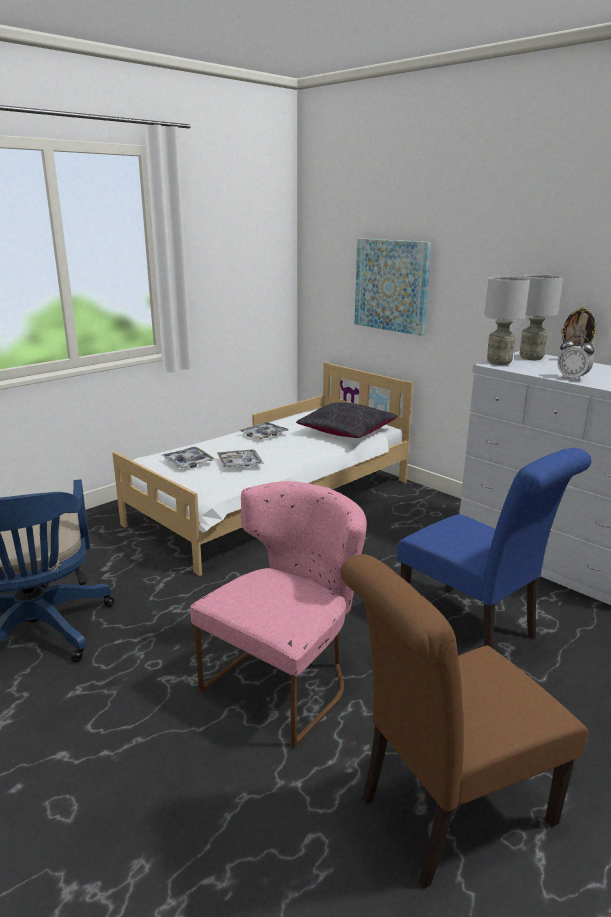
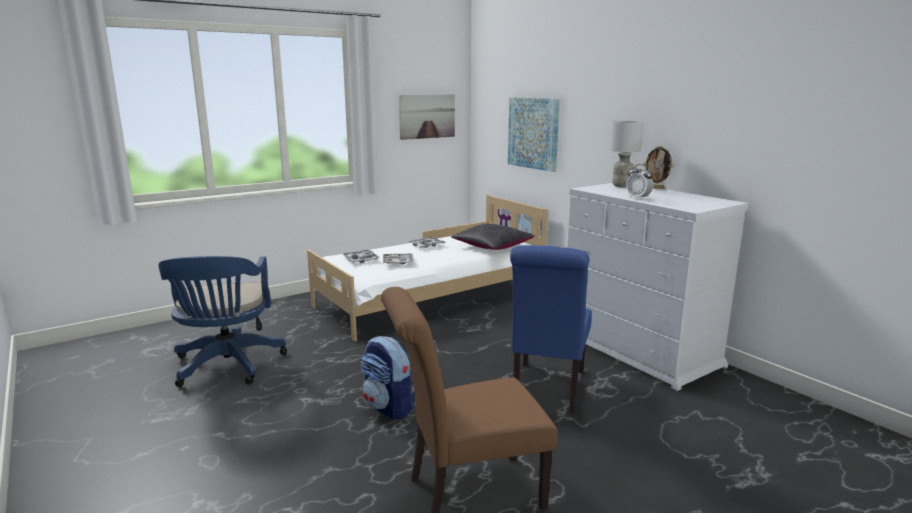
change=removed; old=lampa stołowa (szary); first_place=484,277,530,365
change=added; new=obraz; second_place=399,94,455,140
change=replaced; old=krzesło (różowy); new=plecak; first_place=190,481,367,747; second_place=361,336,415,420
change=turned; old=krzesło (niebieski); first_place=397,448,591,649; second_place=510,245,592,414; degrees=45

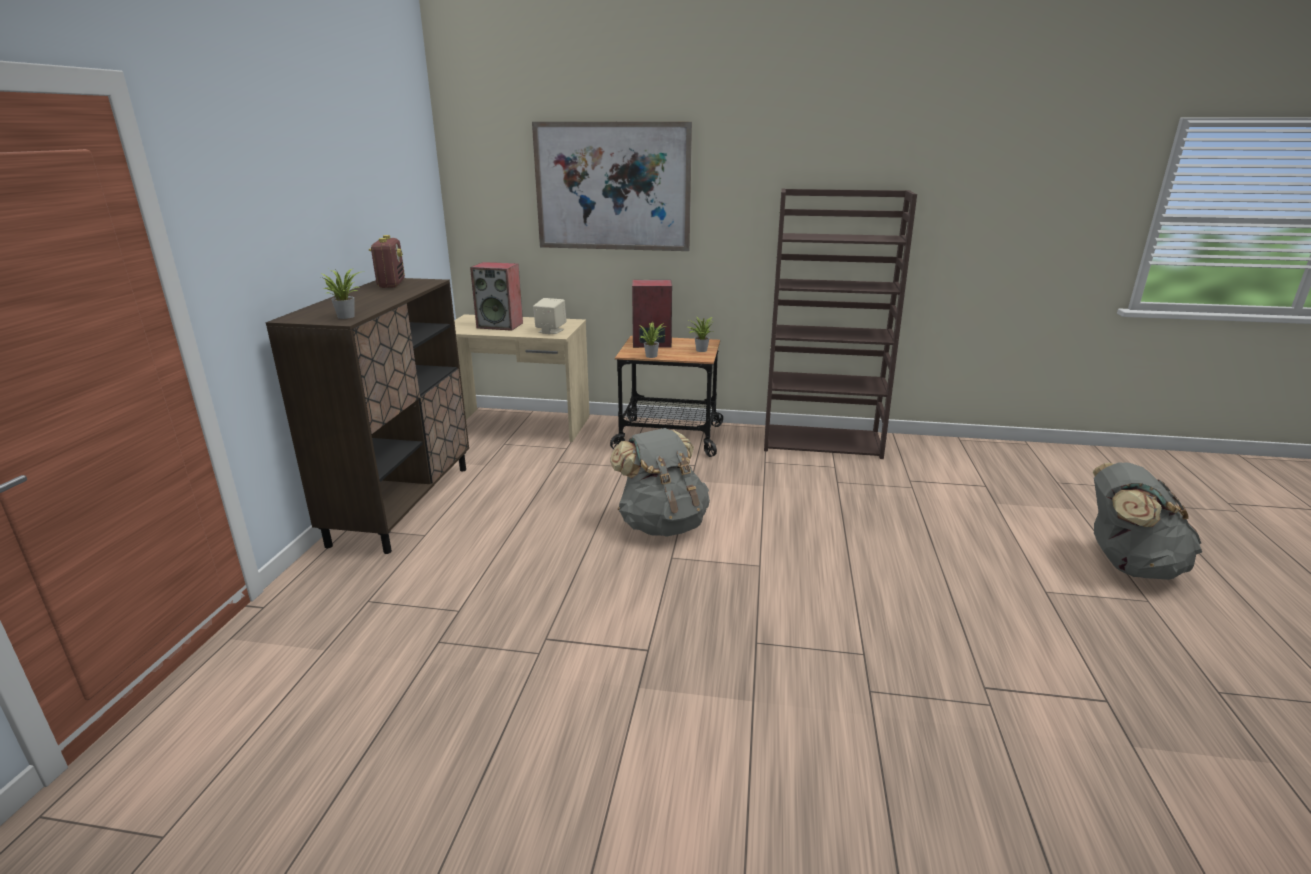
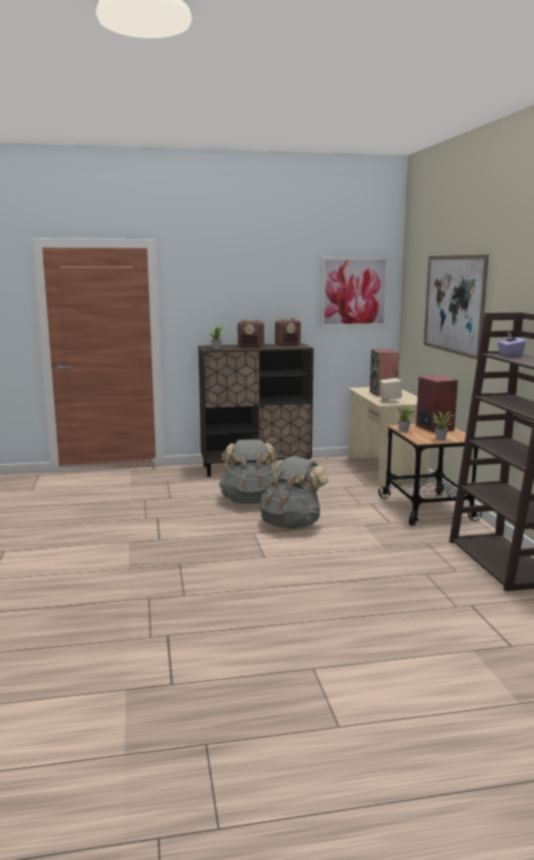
change=added; new=radio; second_place=238,319,264,348
change=added; new=obraz; second_place=320,257,389,327
change=added; new=pudełko chusteczek (fioletowy); second_place=497,332,526,357
change=moved; old=plecak (szary); first_place=1093,462,1202,580; second_place=219,439,278,504

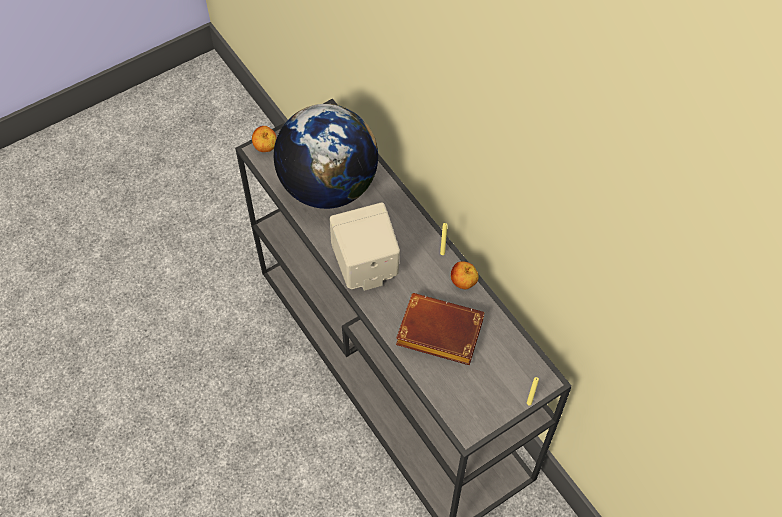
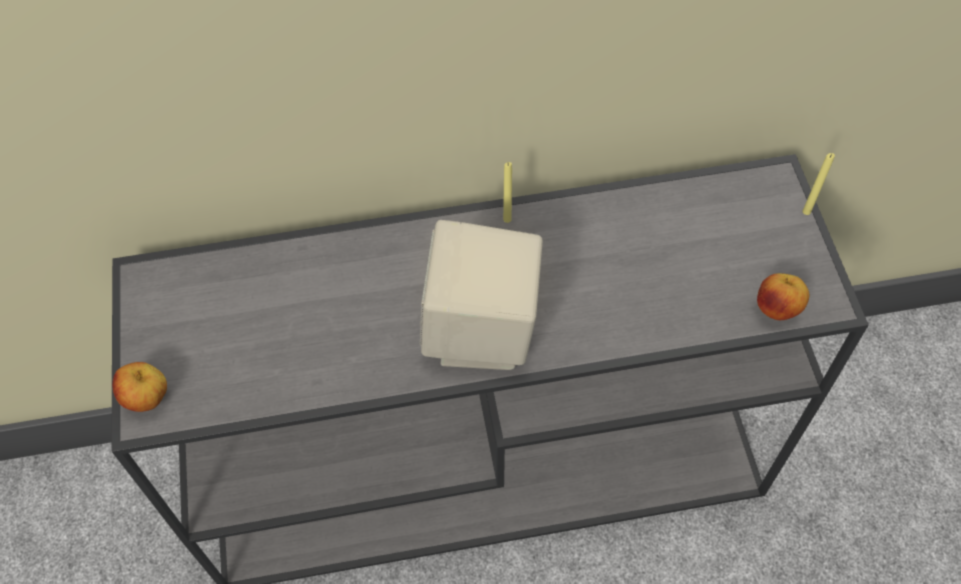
change=removed; old=globus; first_place=274,104,378,209
change=removed; old=książka (brązowy); first_place=396,293,485,365
change=moved; old=jabłko; first_place=451,261,479,289; second_place=757,273,809,320

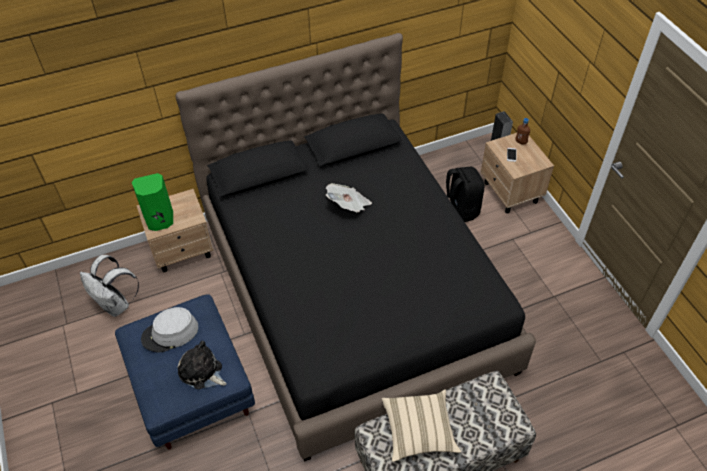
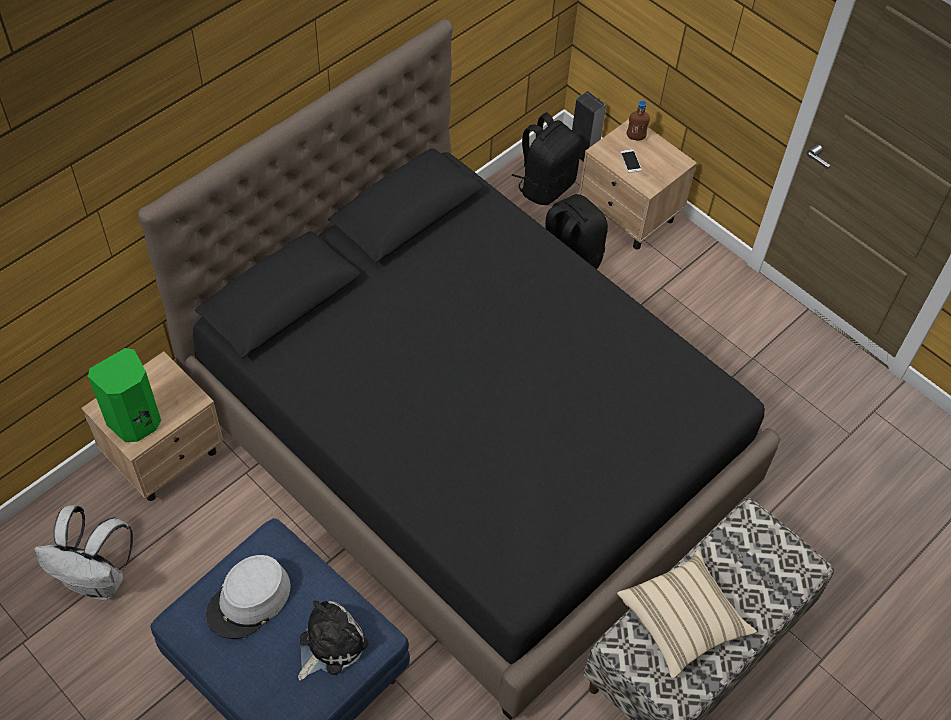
change=removed; old=gazeta; first_place=326,183,372,213
change=added; new=plecak (czarny); second_place=512,113,581,205
change=turned; old=pluszak; first_place=178,341,227,389; second_place=298,601,369,681; degrees=120

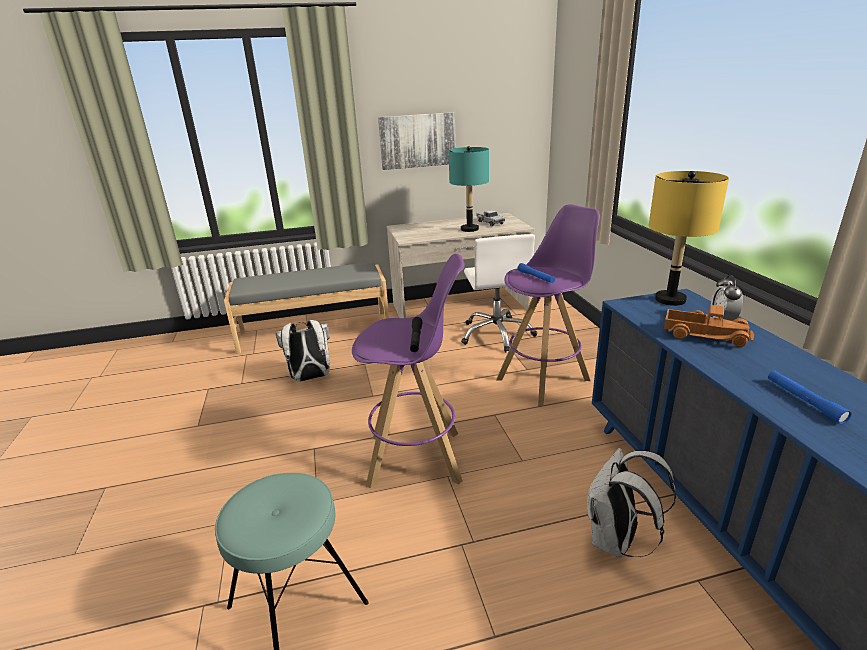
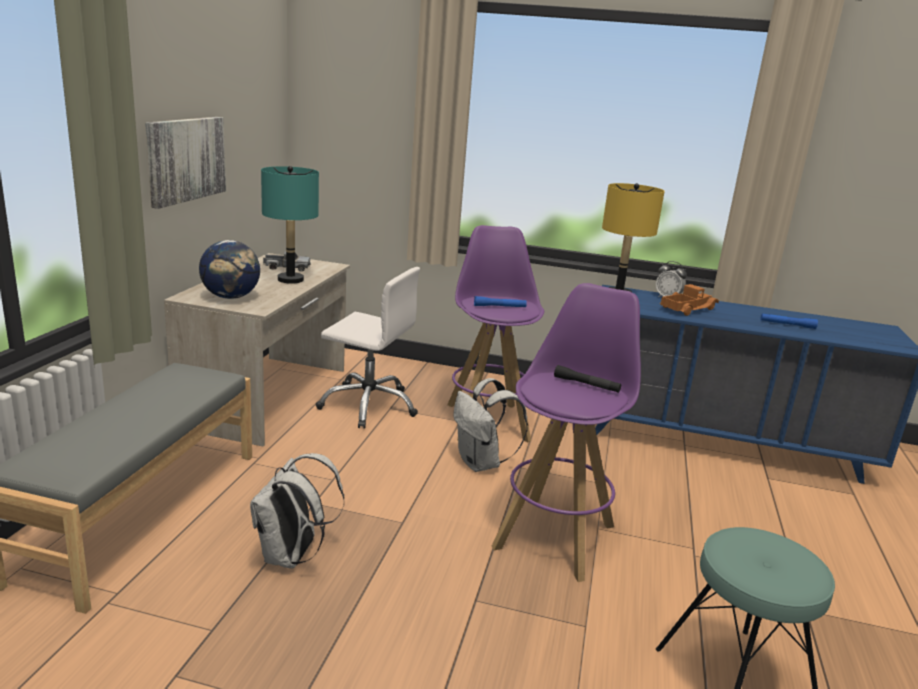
change=added; new=globus; second_place=199,240,260,299
change=moved; old=plecak (biały); first_place=587,448,676,558; second_place=453,378,528,472

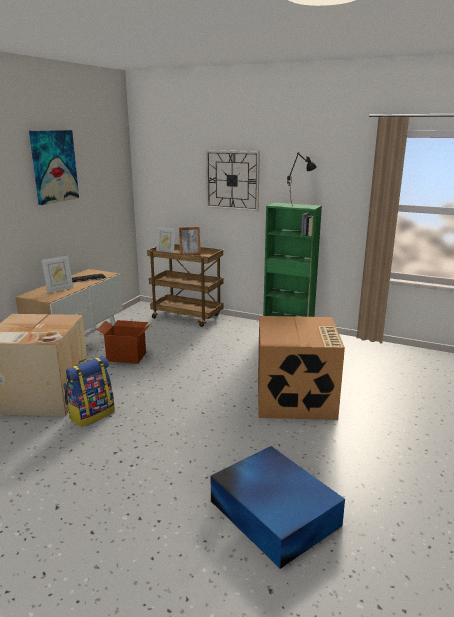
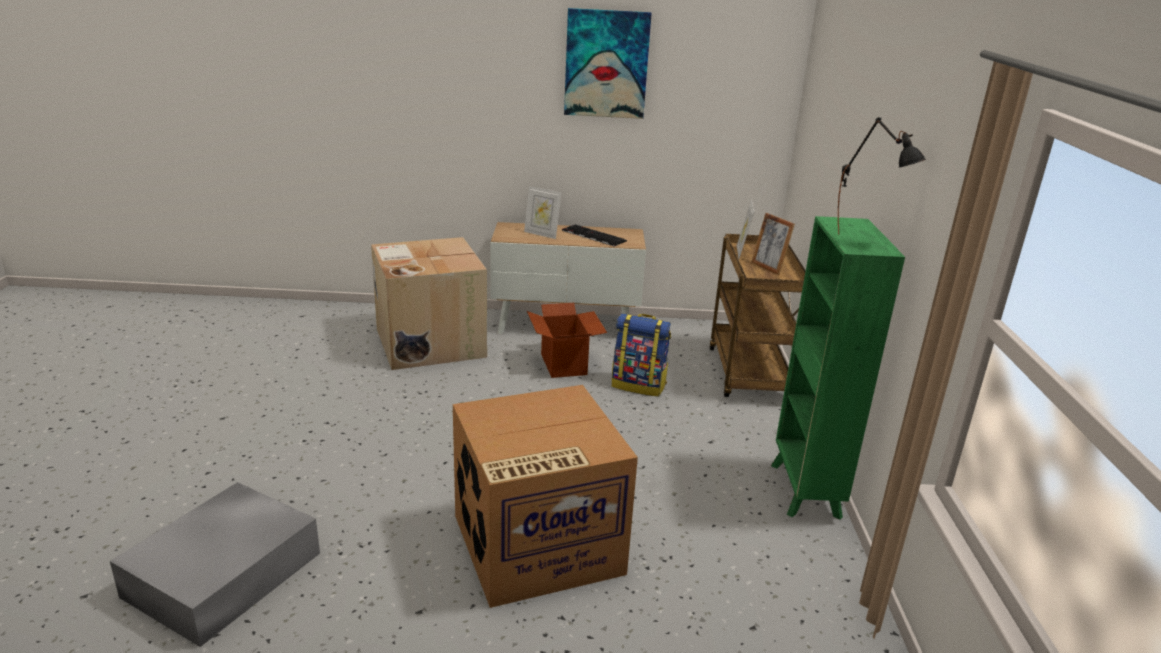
change=removed; old=zegar ścienny; first_place=206,150,260,212
change=moved; old=plecak; first_place=65,356,115,427; second_place=612,314,671,397
change=recoloured; old=pojemnik do przechowywania (niebieski); new=pojemnik do przechowywania (szary); first_place=211,446,345,569; second_place=110,482,320,647

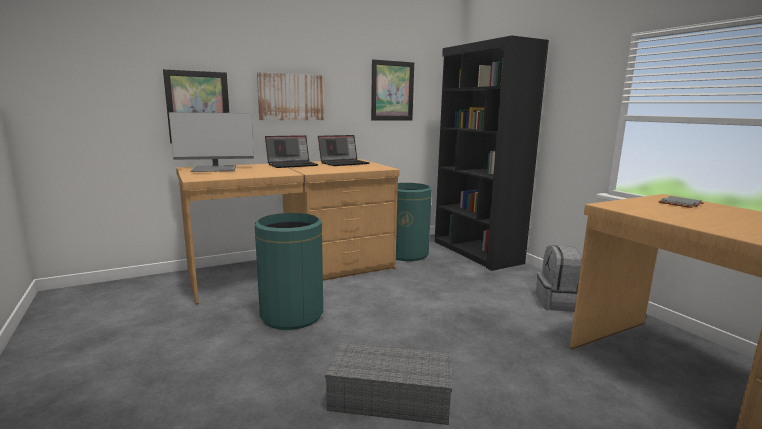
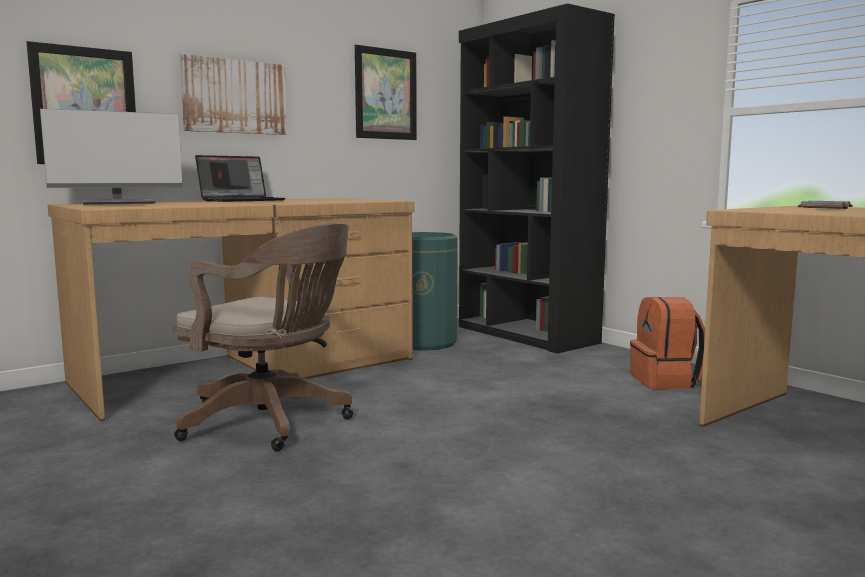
change=removed; old=laptop; first_place=318,135,369,166
change=removed; old=pojemnik do przechowywania (szary); first_place=325,342,452,425
change=replaced; old=kosz na śmieci (zielony); new=krzesło biurowe (brązowy); first_place=255,213,323,330; second_place=173,223,353,451
change=recoloured; old=plecak (szary); new=plecak (pomarańczowy); first_place=536,245,582,312; second_place=630,297,705,389

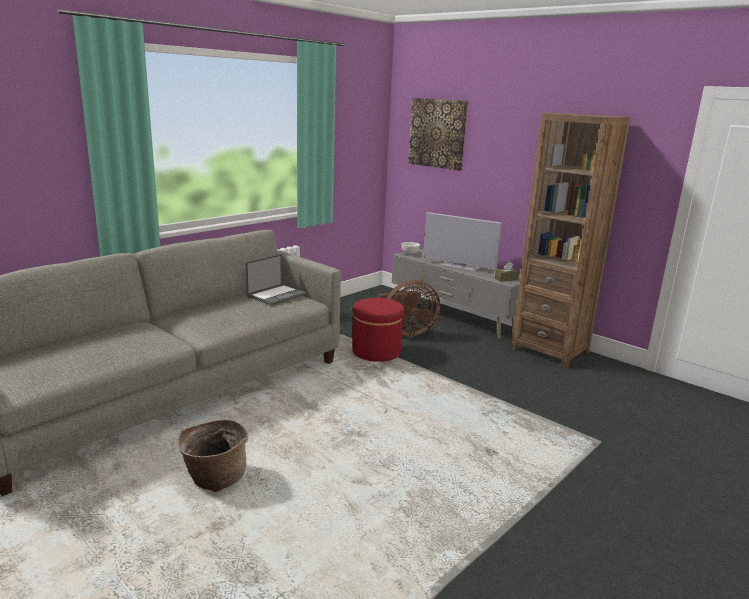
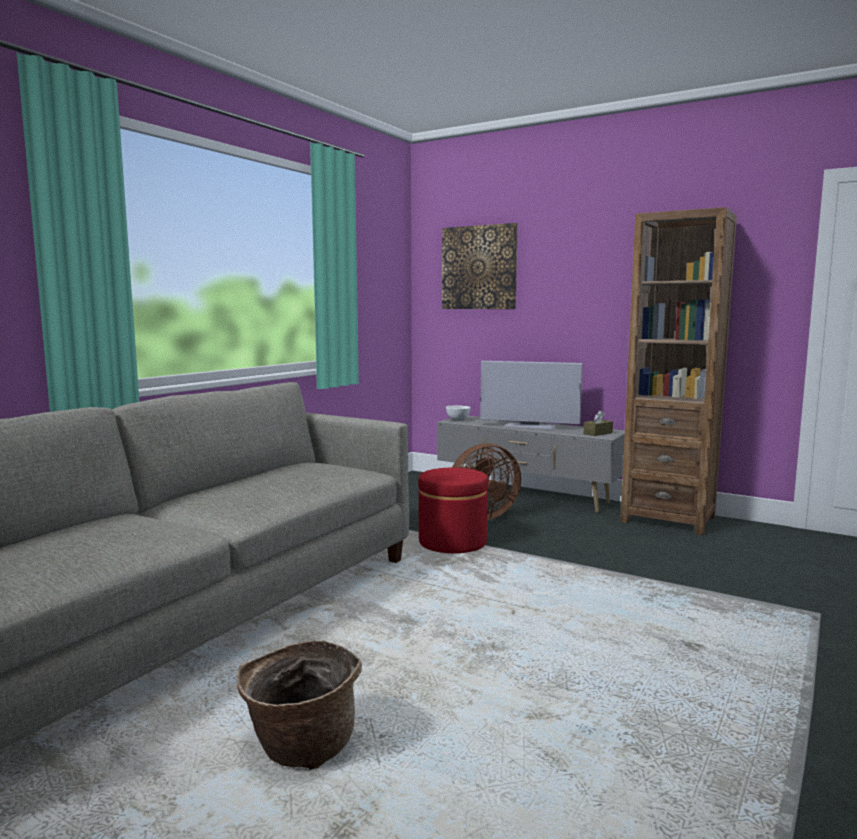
change=removed; old=laptop; first_place=246,254,307,306

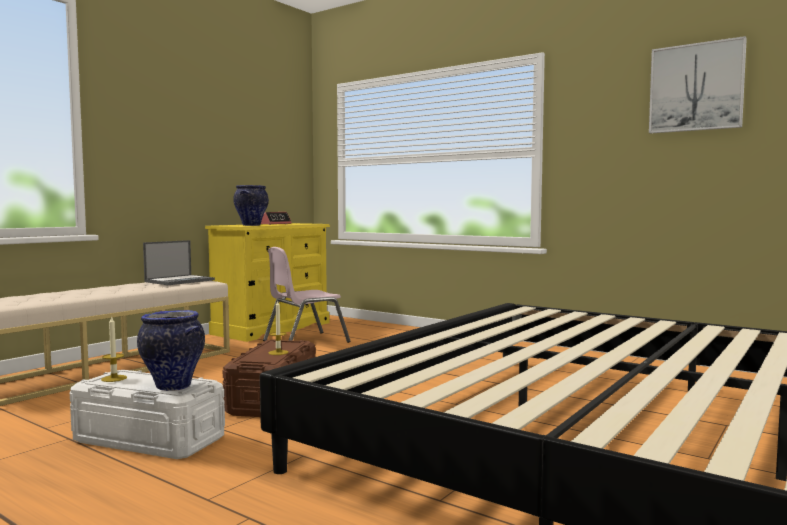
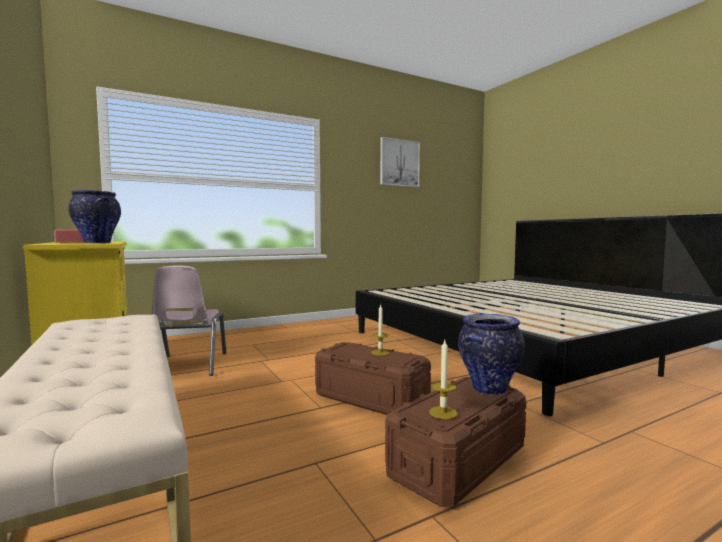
change=removed; old=laptop; first_place=143,240,215,285
change=recoloured; old=pojemnik do przechowywania (biały); new=pojemnik do przechowywania (brązowy); first_place=70,370,225,459; second_place=385,377,526,507

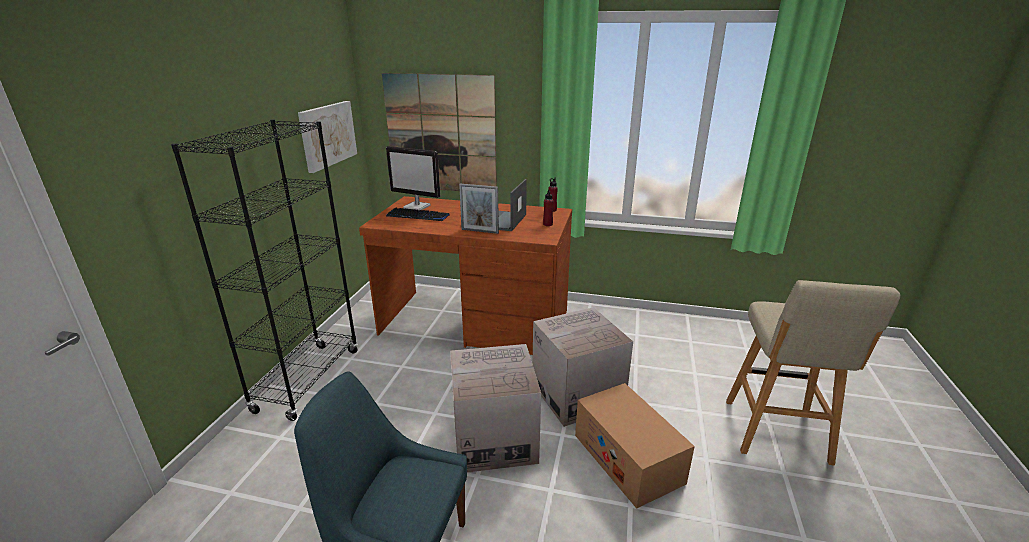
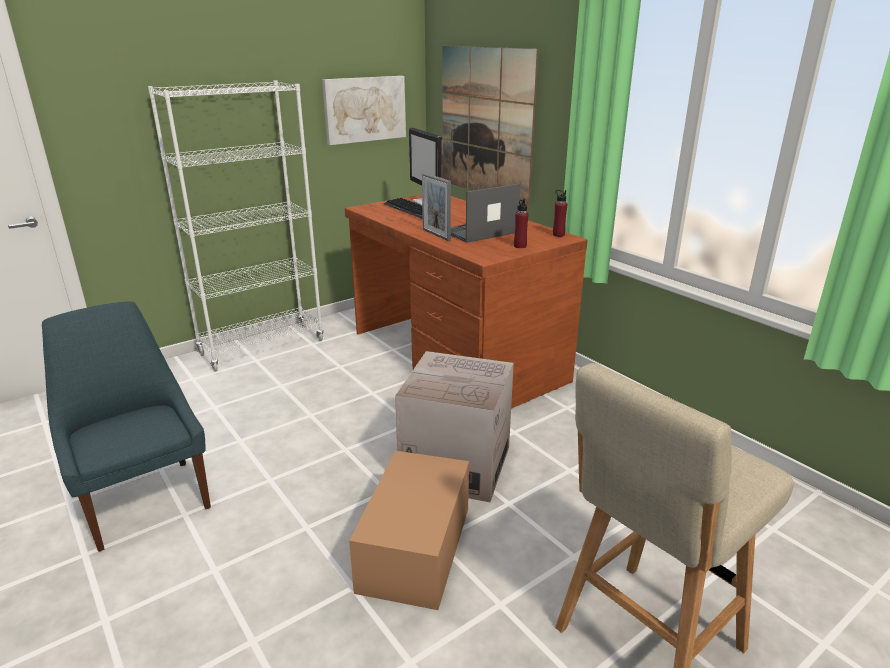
change=removed; old=karton; first_place=450,344,541,473
change=recoloured; old=regał (czarny); new=regał (biały); first_place=171,119,358,421; second_place=148,81,324,372

